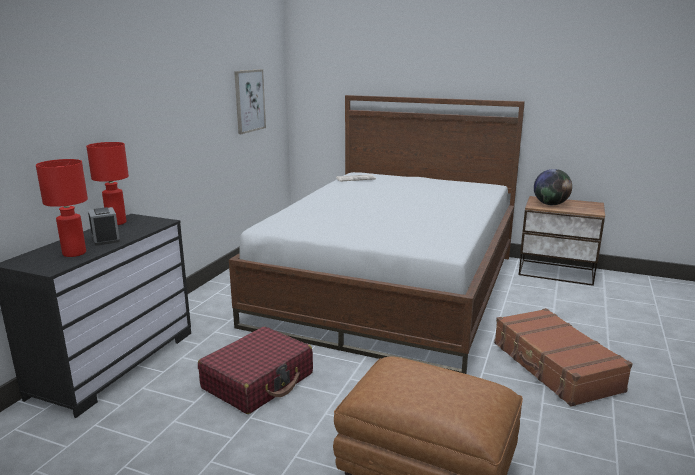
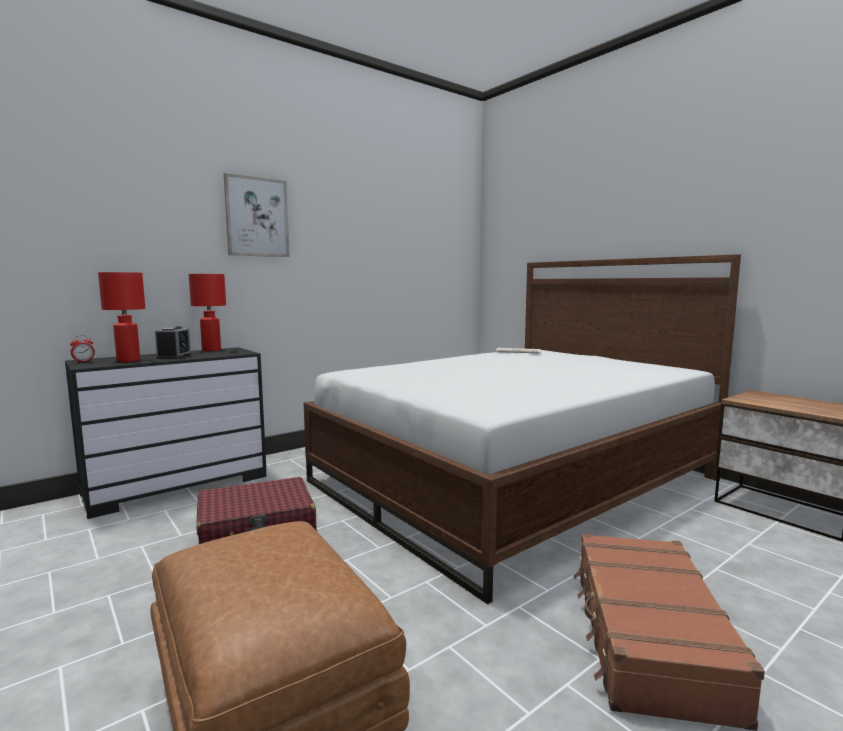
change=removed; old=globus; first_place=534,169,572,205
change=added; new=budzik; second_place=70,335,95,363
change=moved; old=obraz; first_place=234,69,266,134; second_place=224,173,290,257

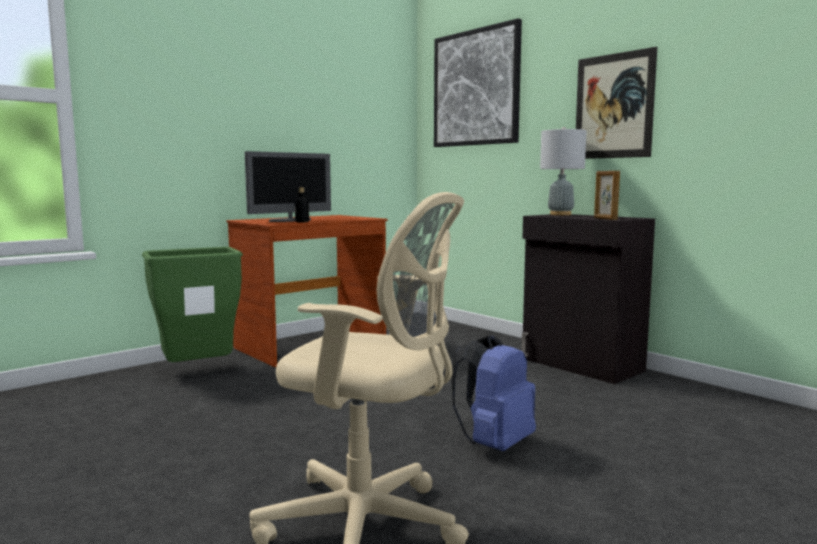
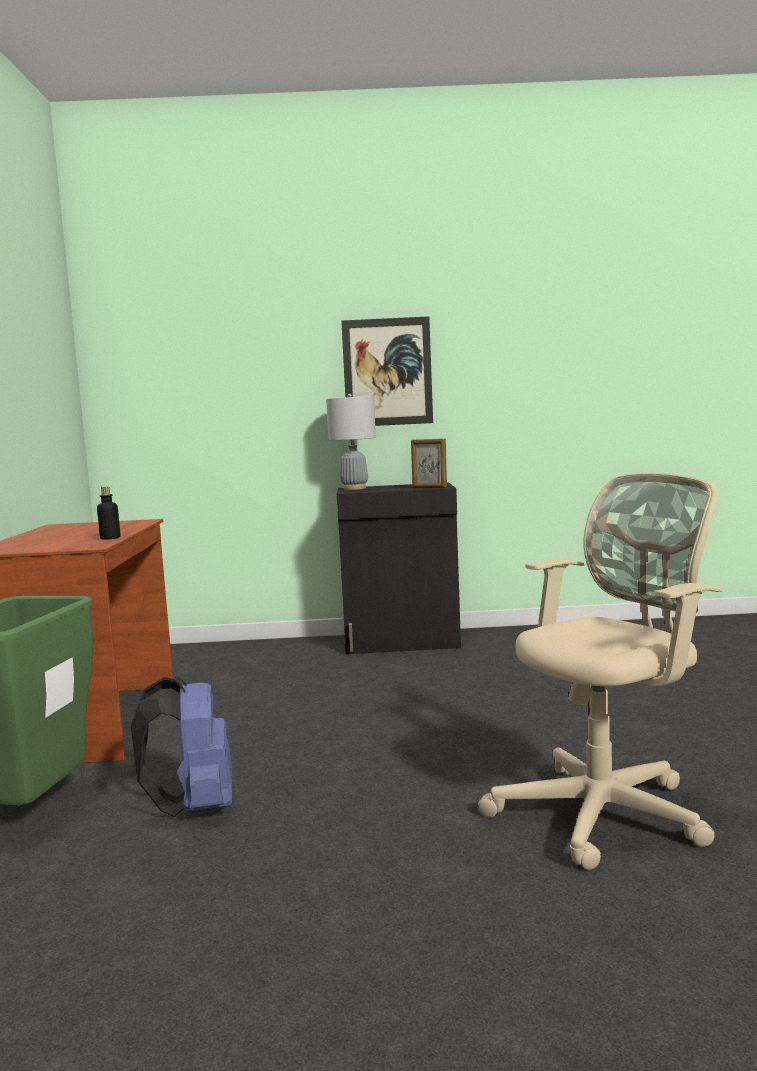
change=removed; old=monitor; first_place=245,151,331,222
change=removed; old=obraz; first_place=434,18,522,147
change=moved; old=plecak (niebieski); first_place=451,335,536,451; second_place=131,676,232,817

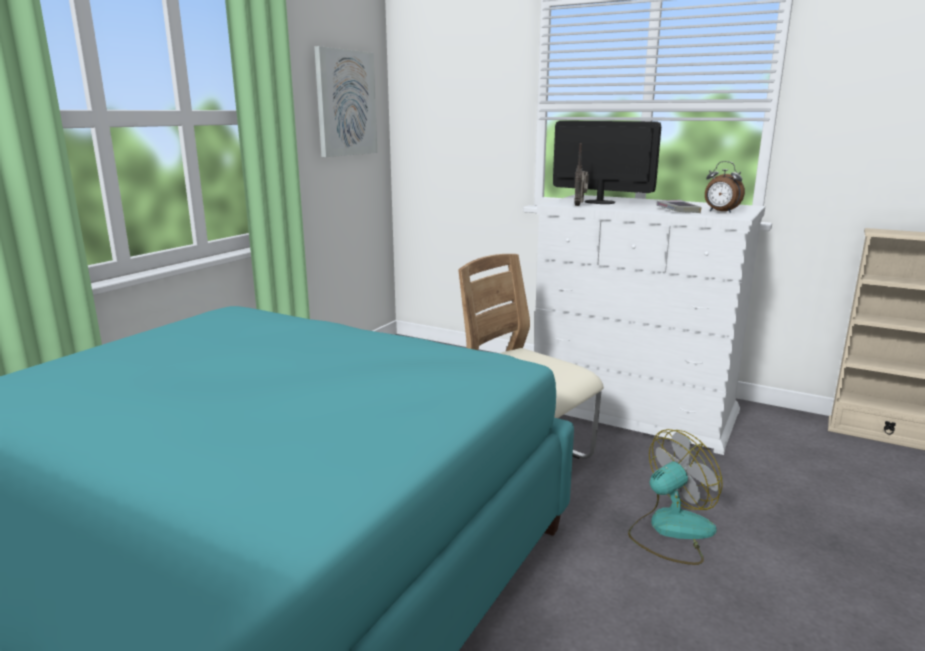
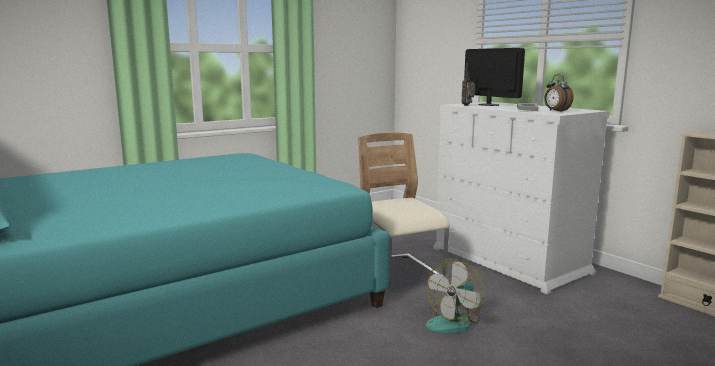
change=removed; old=obraz; first_place=314,46,377,157
change=turned; old=wentylator; first_place=628,429,723,565; second_place=426,259,484,333; degrees=135

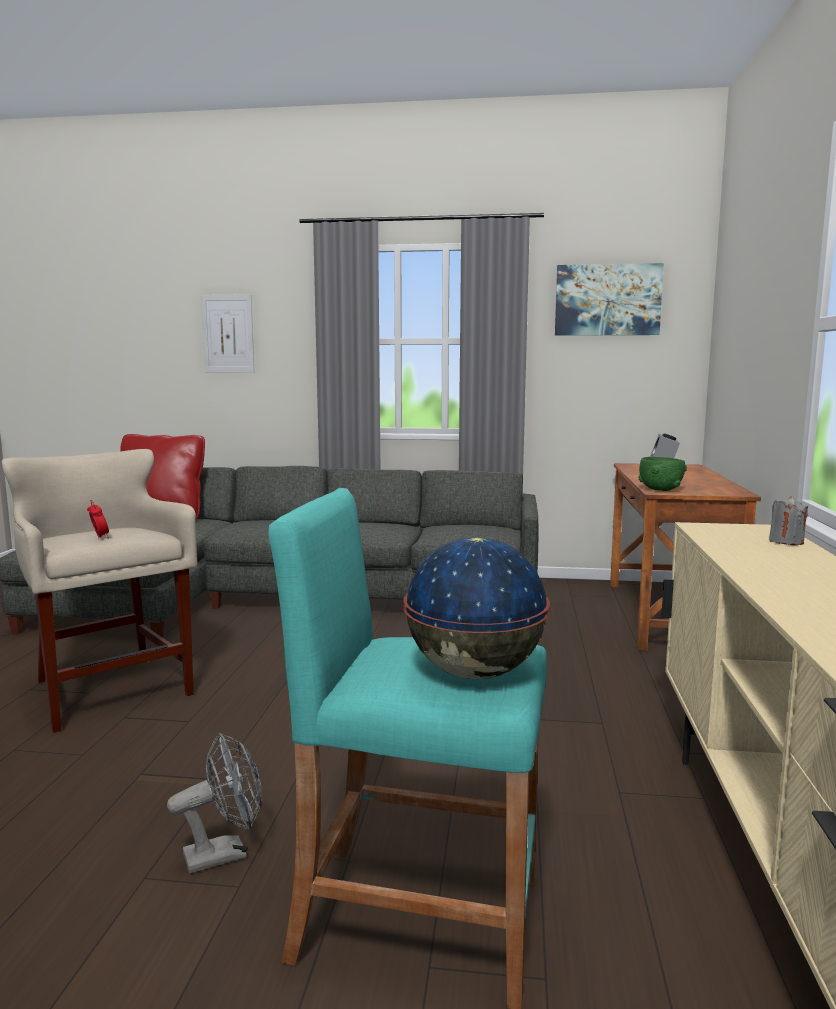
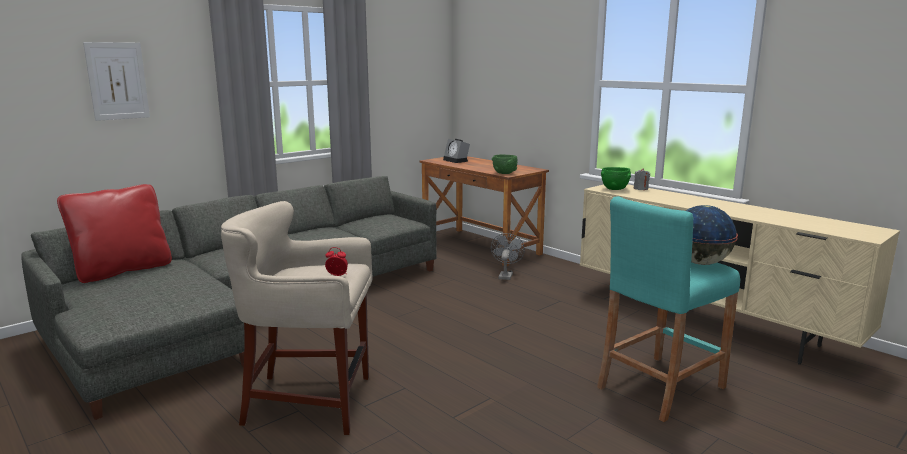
change=removed; old=obraz; first_place=555,263,664,336
change=added; new=miska (zielony); second_place=601,167,631,190
change=moved; old=wentylator (szary); first_place=167,733,262,874; second_place=491,233,525,280

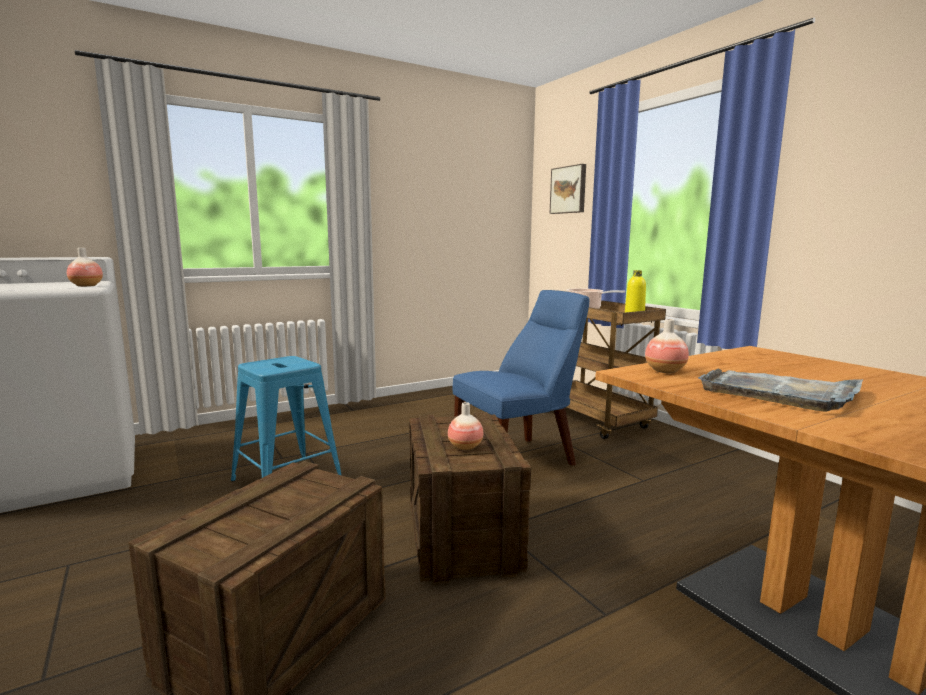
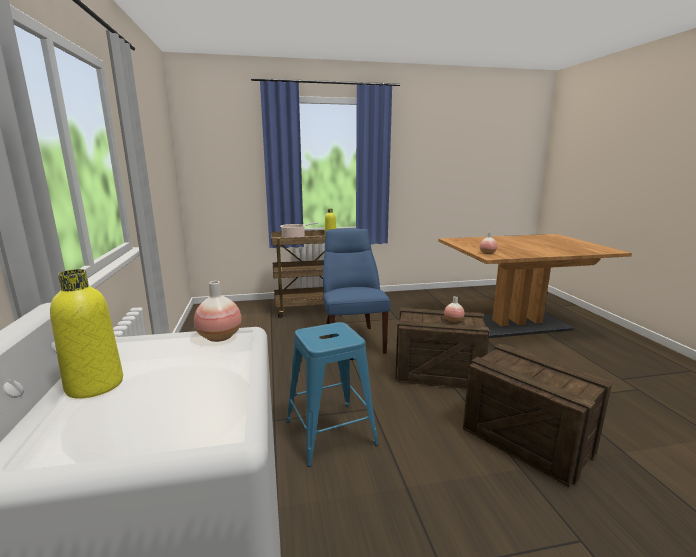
change=removed; old=obraz; first_place=550,164,586,214
change=removed; old=taca (szary); first_place=698,368,863,412
change=added; new=butelka (żółty); second_place=50,269,123,399

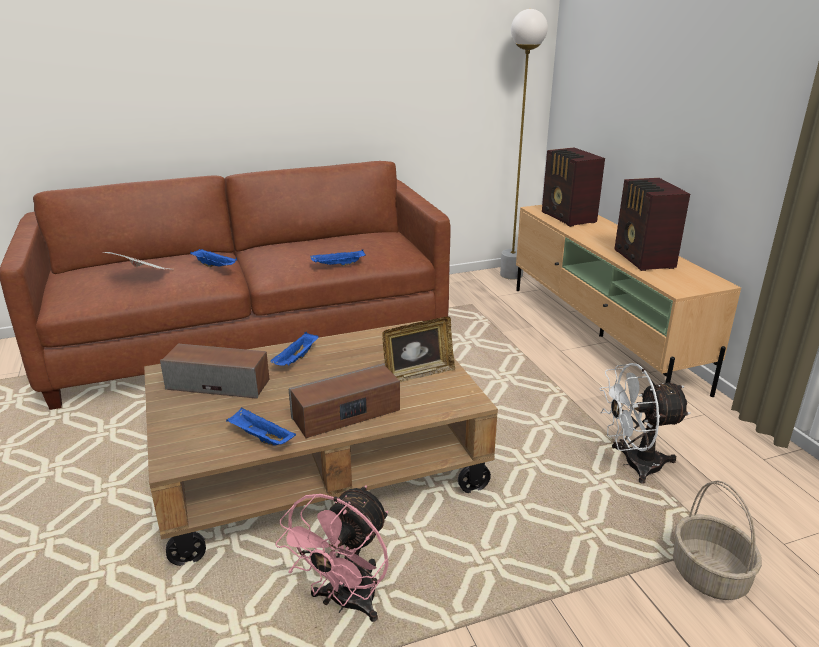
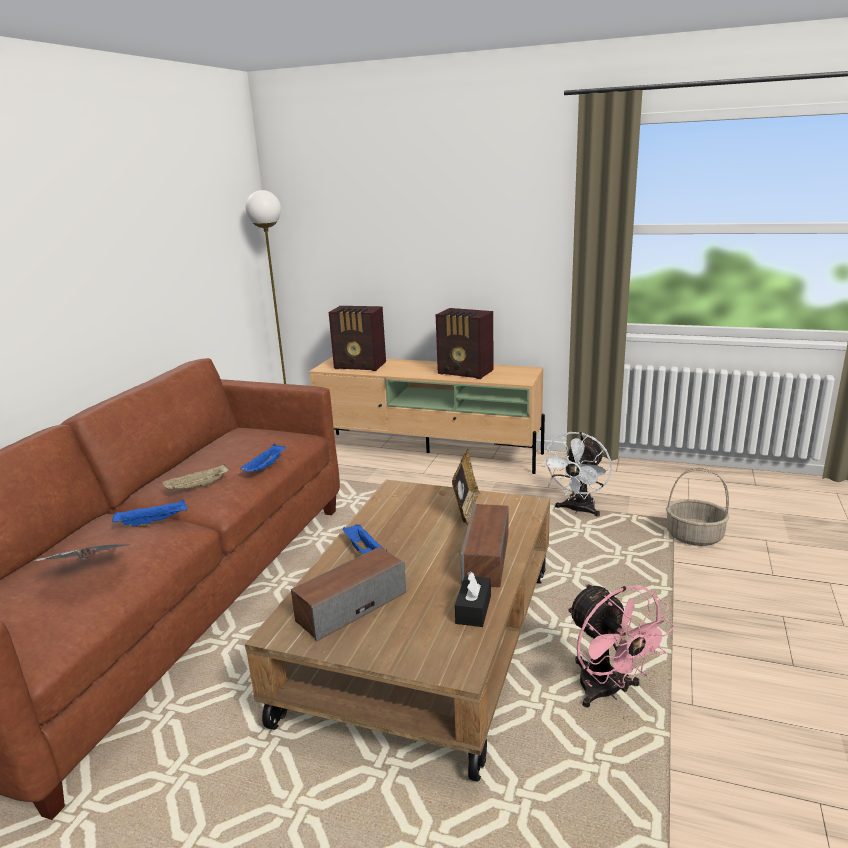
change=added; new=taca (beżowy); second_place=162,464,229,489
change=replaced; old=taca (niebieski); new=pudełko chusteczek (czarny); first_place=226,408,296,446; second_place=455,571,491,627

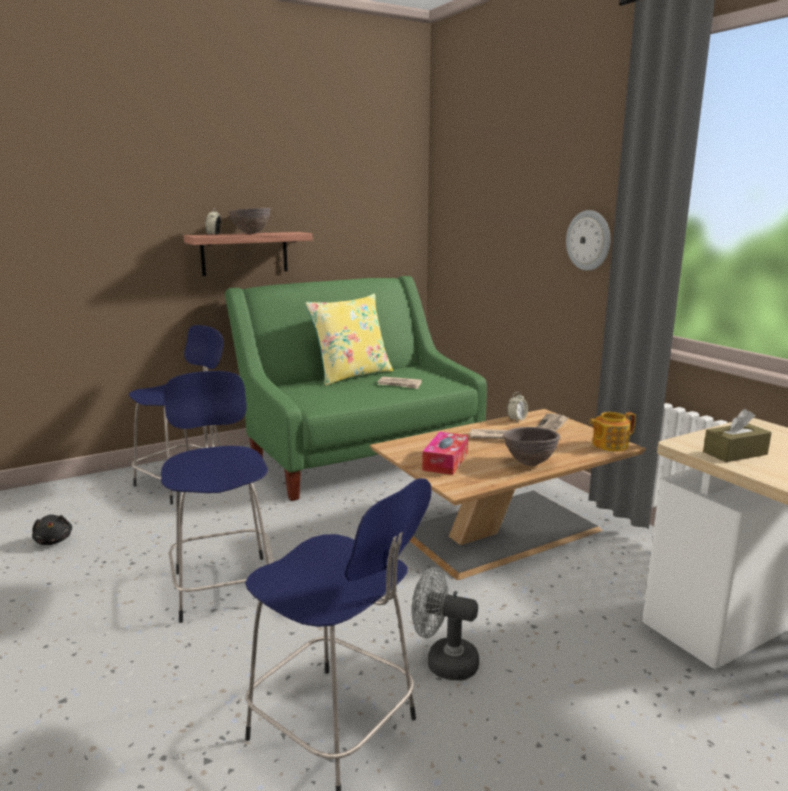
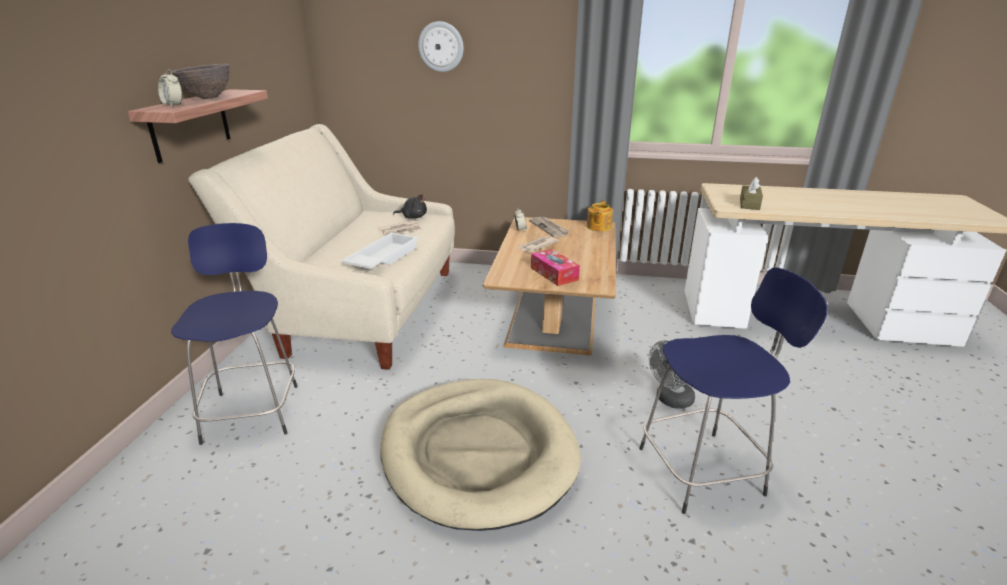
change=removed; old=poduszka (żółty); first_place=305,294,393,386
change=removed; old=miska (brązowy); first_place=503,427,560,466
change=added; new=taca (biały); second_place=341,233,418,269
change=moved; old=pluszak (czarny); first_place=32,515,72,545; second_place=393,194,427,219
change=moved; old=zegar ścienny; first_place=566,210,611,271; second_place=418,21,464,72
change=replaced; old=stołek (niebieski); new=legowisko (beżowy); first_place=161,371,273,623; second_place=380,379,581,531
change=recoloured; old=kanapa (zielony); new=kanapa (beżowy); first_place=225,276,487,501; second_place=188,124,455,370

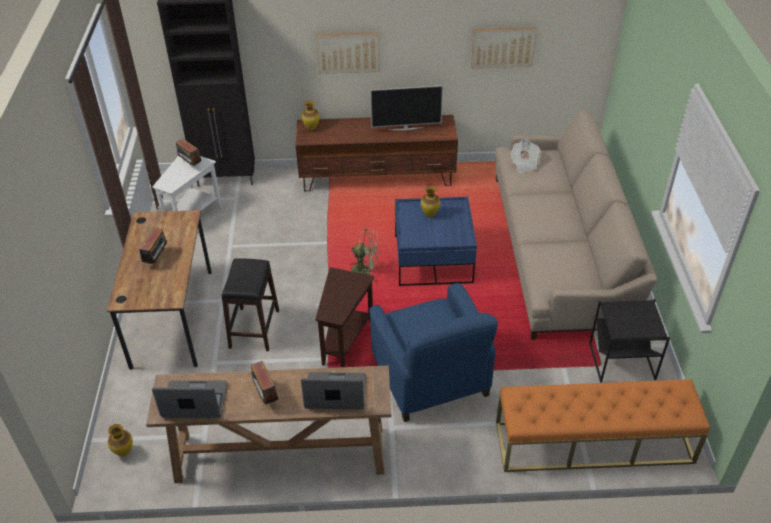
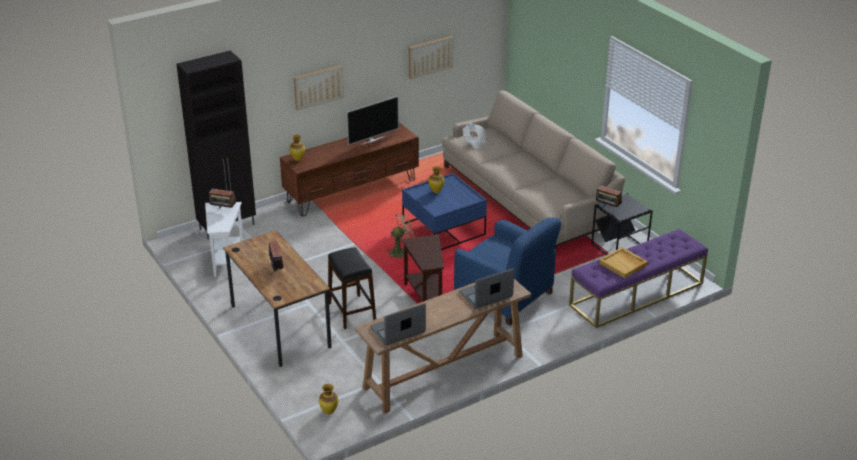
change=added; new=taca (beżowy); second_place=599,247,648,278
change=moved; old=radio; first_place=251,361,279,407; second_place=596,185,622,208
change=recoloured; old=ławka (pomarańczowy); new=ławka (fioletowy); first_place=496,379,710,472; second_place=569,229,708,328

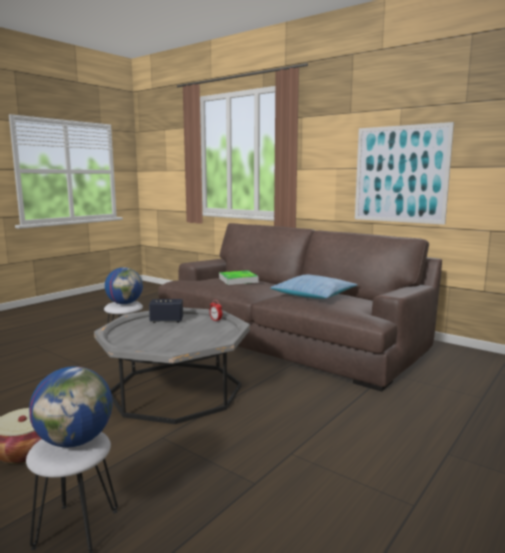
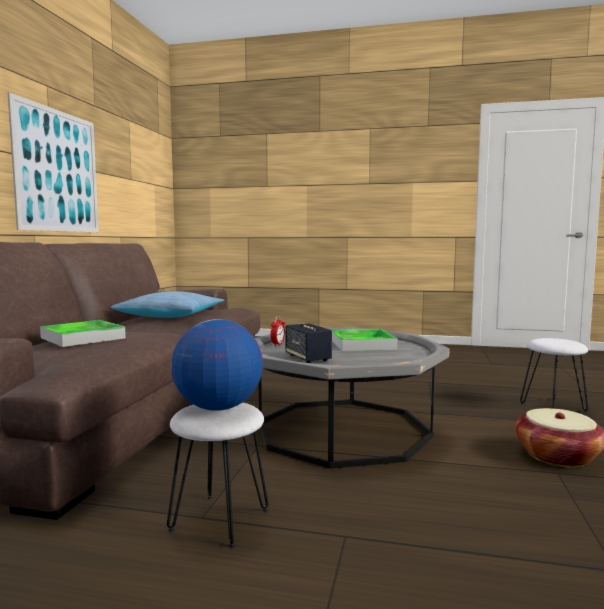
change=removed; old=globus; first_place=29,366,113,447
change=added; new=taca; second_place=332,329,398,351

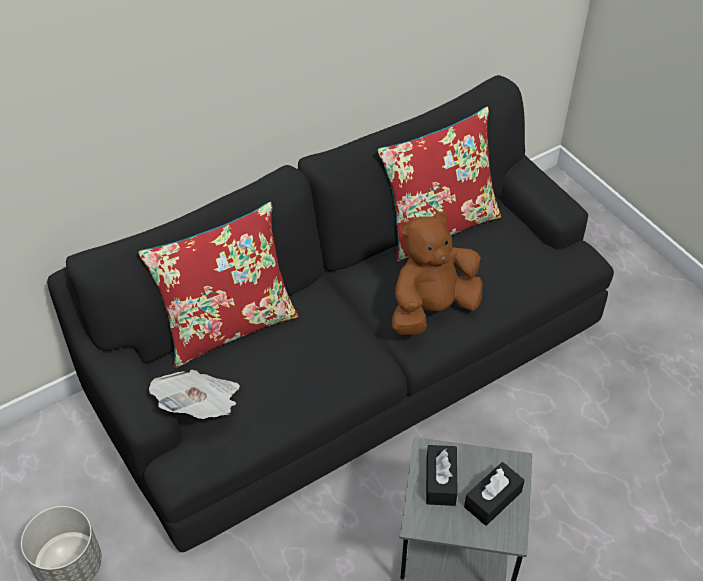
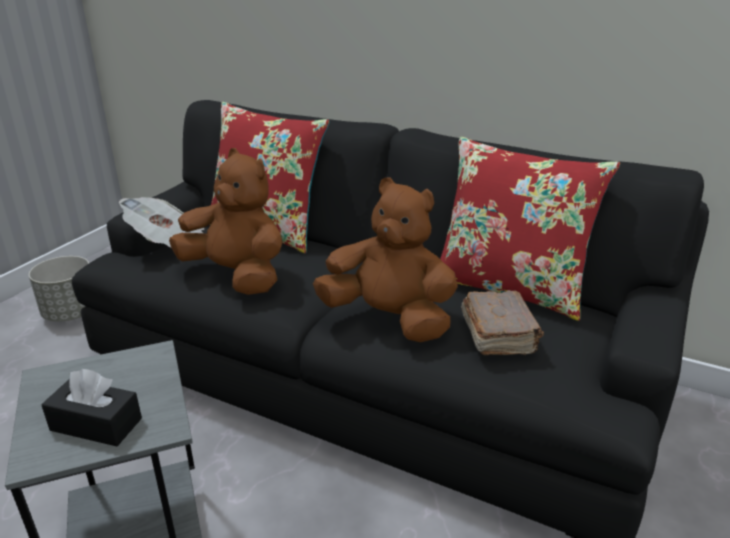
change=removed; old=pudełko chusteczek (czarny); first_place=426,445,458,506
change=added; new=pluszak (brązowy); second_place=169,148,283,295
change=added; new=książka (brązowy); second_place=461,290,544,355

